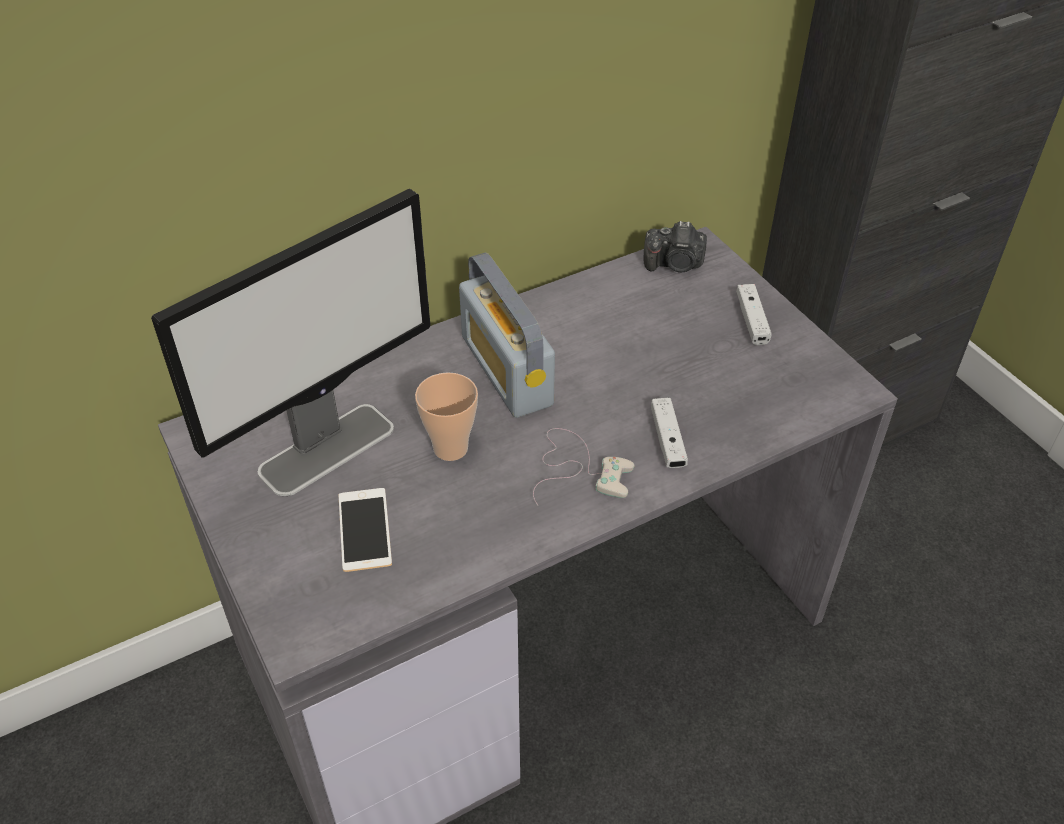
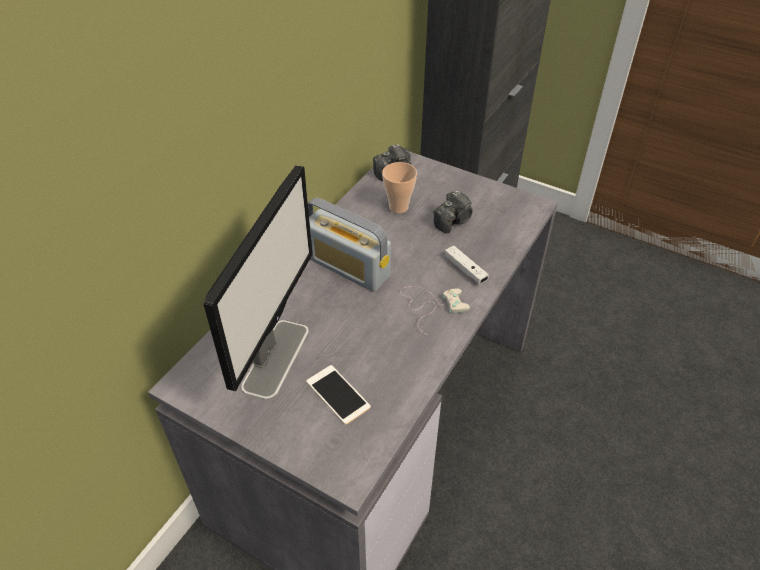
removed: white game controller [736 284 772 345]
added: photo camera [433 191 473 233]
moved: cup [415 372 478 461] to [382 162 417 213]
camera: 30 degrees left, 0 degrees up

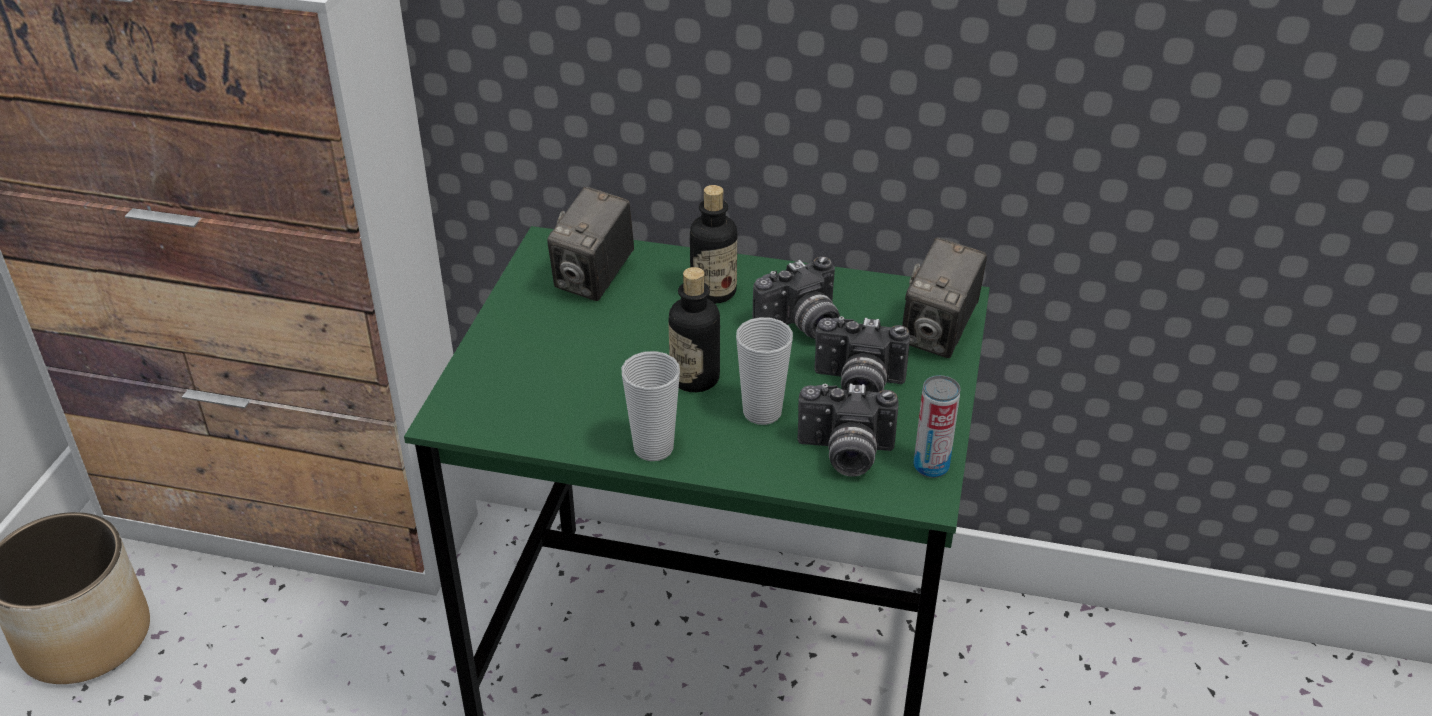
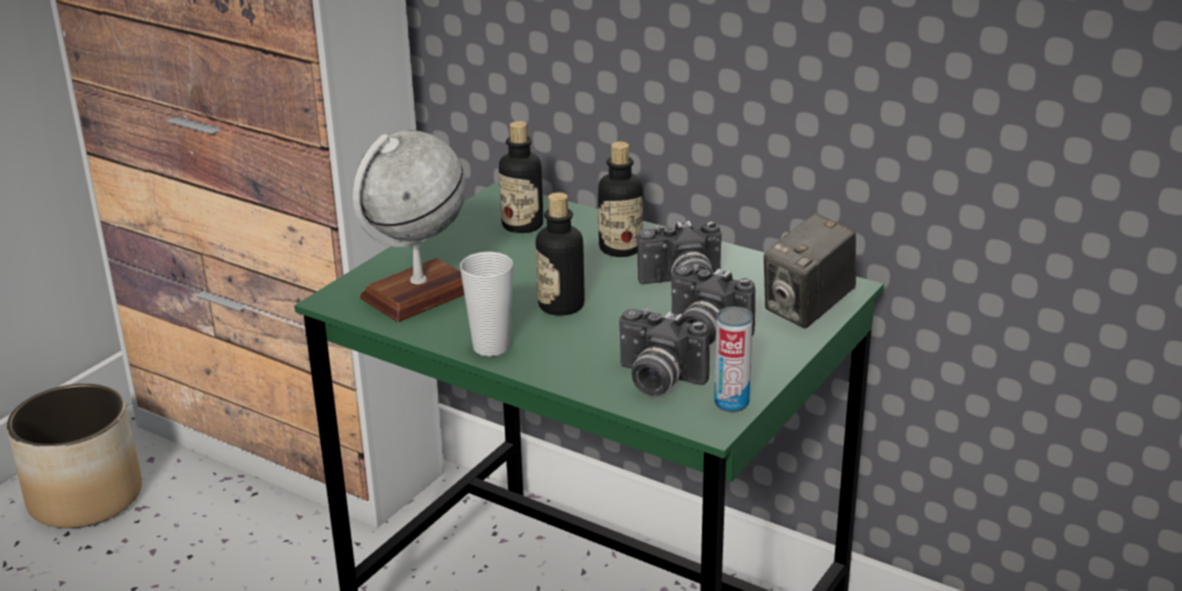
removed: cup [736 317 793 425]
added: globe [353 130 466 322]
replaced: photo camera [547 186 634 301] to bottle [499 121 543 233]
camera: 20 degrees right, 10 degrees down

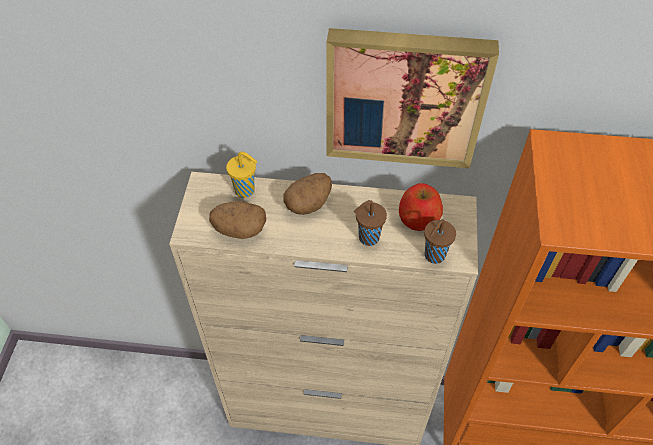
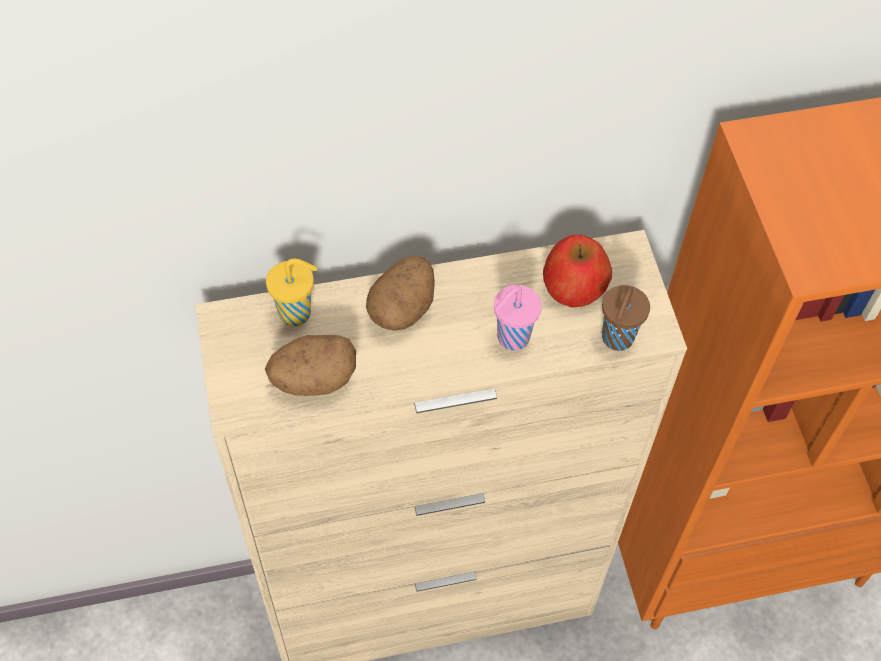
removed: picture [327 28 499 168]
recoloured: brown cup [354 200 387 246] to pink cup [494 285 542 351]
camera: 20 degrees left, 5 degrees up

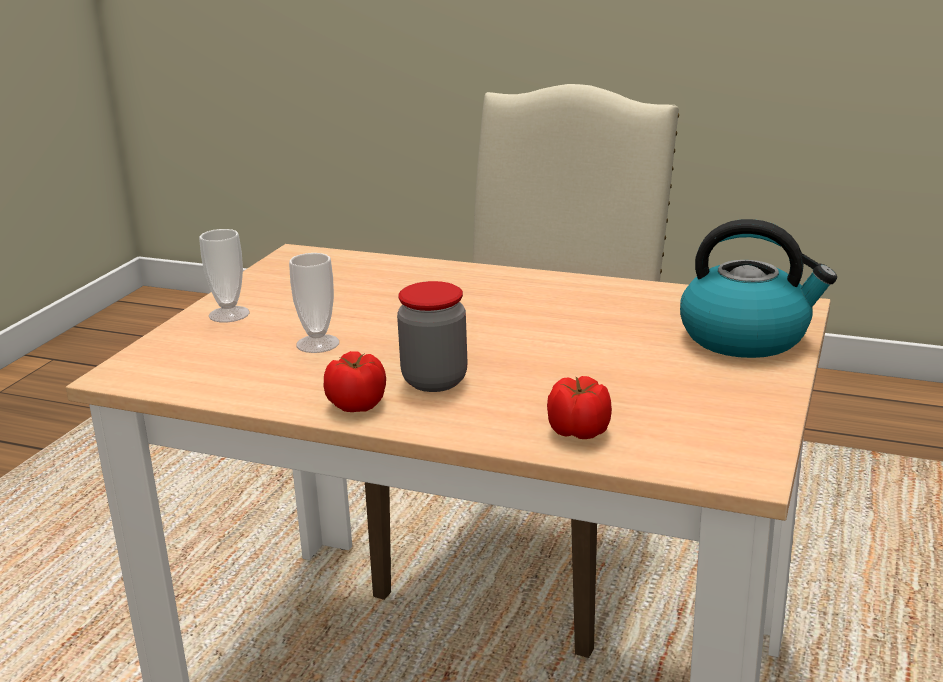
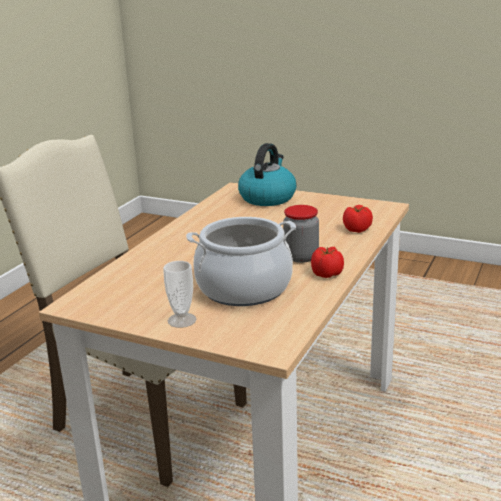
replaced: cup [289 253 339 353] to cooking pot [186 217 296 306]
camera: 85 degrees left, 0 degrees up

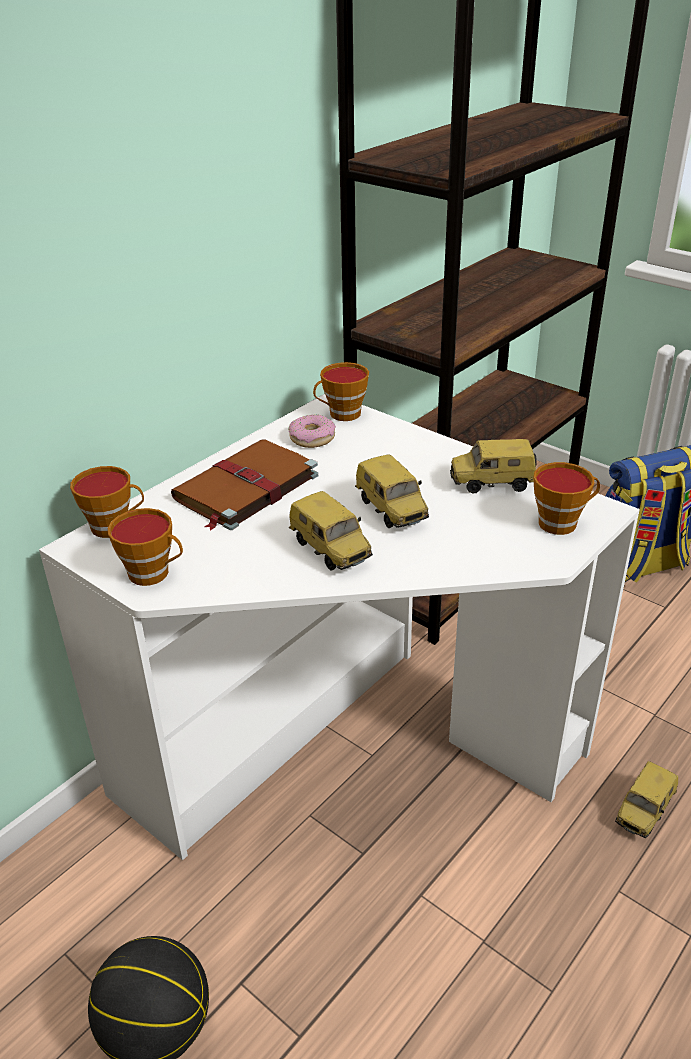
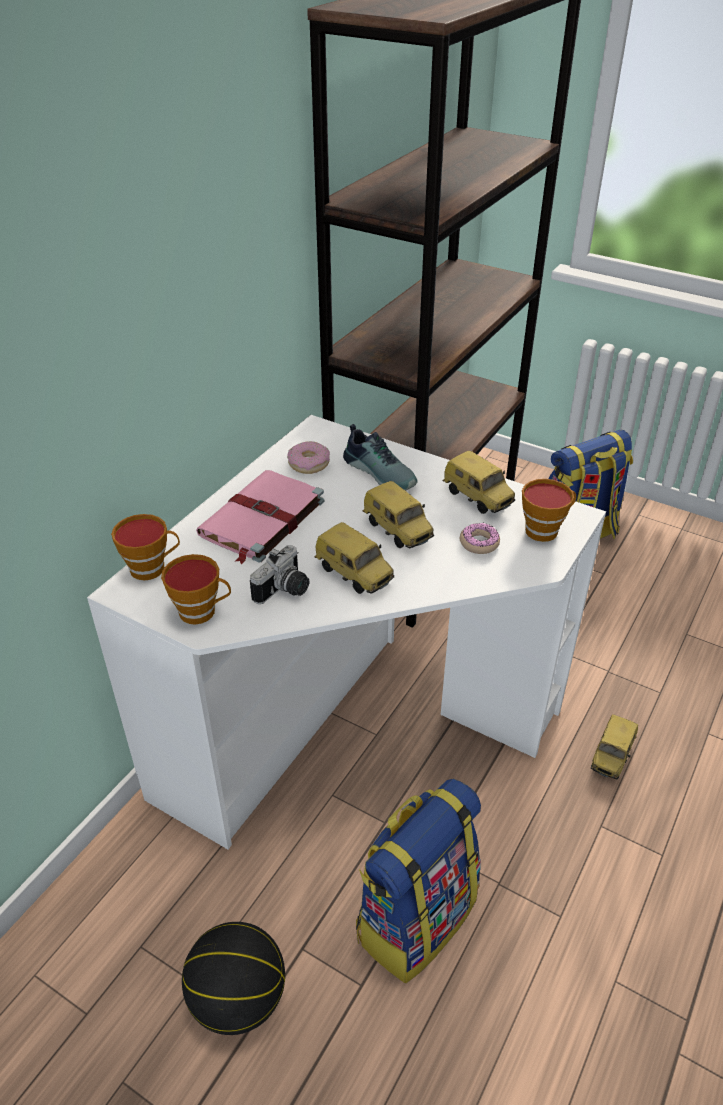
removed: cup [313 362 369 421]
added: photo camera [250 545 309 604]; shoe [343 424 418 491]; backpack [356 779 481 983]; donut [460 523 500 554]
recoloured: brown book [171 440 318 530] to pink book [196 470 324 564]
turned: toy car [450 439 537 493] = [443 451 515 514] 120 degrees counterclockwise
camera: 10 degrees left, 5 degrees up

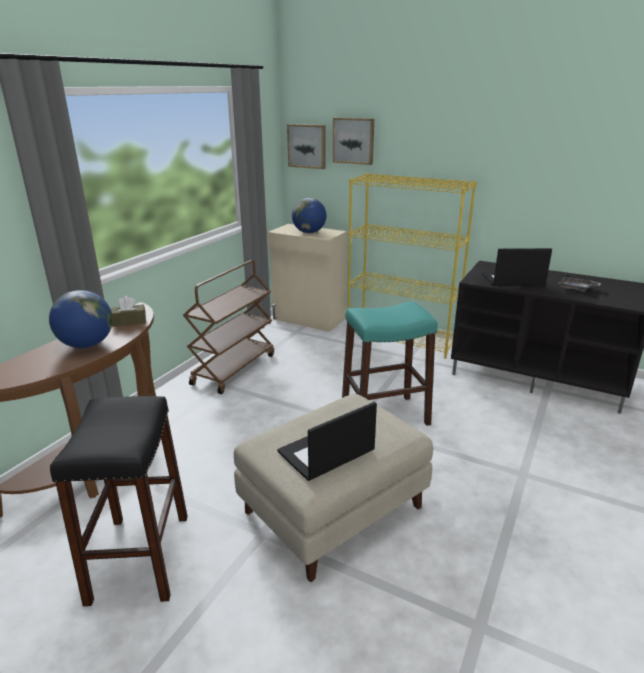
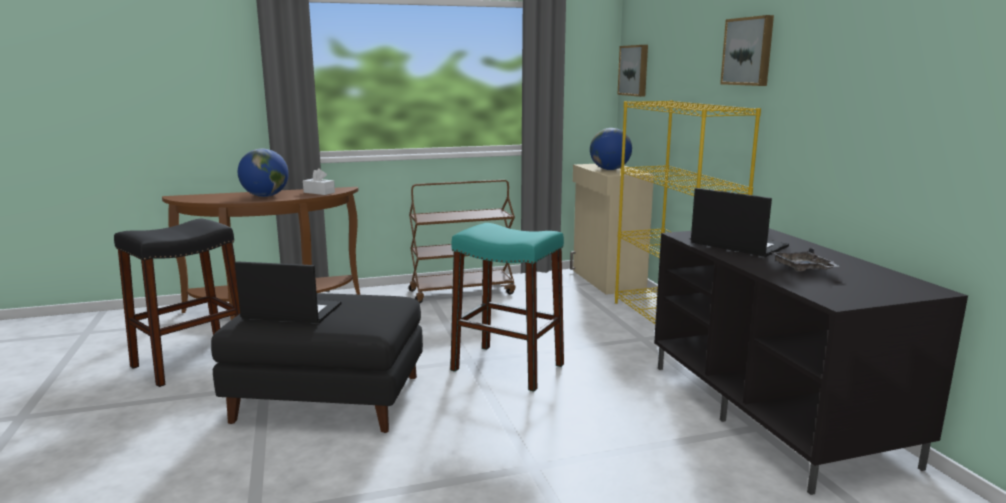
moved: picture [333 118 374 165] to [720 15 774 86]
recoloured: beige ottoman [234 394 433 582] to black ottoman [211 293 423 433]; brown tissue box [111 296 146 327] to white tissue box [303 168 335 195]
camera: 45 degrees right, 10 degrees down

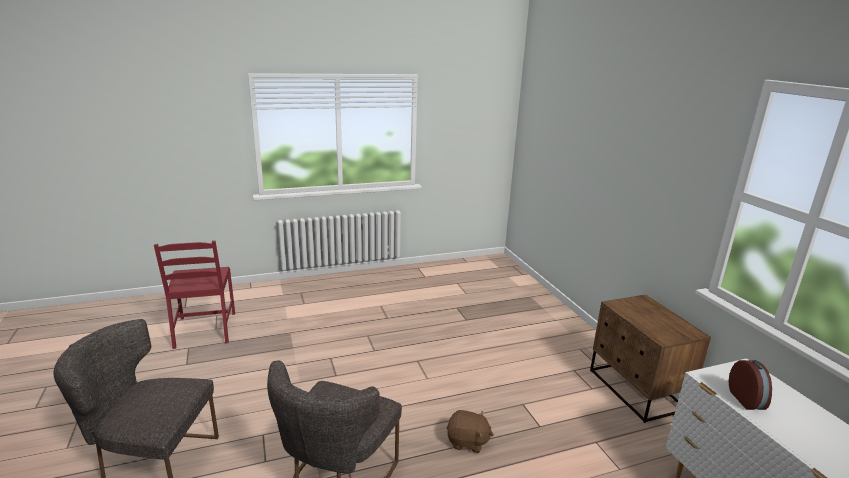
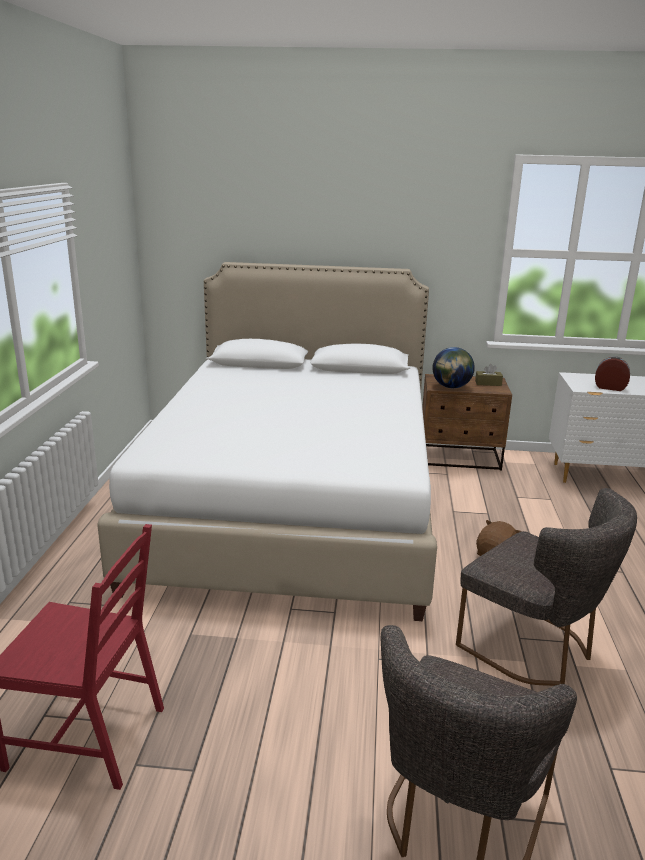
added: white bed [98 262 437 621]; globe [433 347 475 388]; brown tissue box [475 364 503 386]
camera: 65 degrees left, 0 degrees up

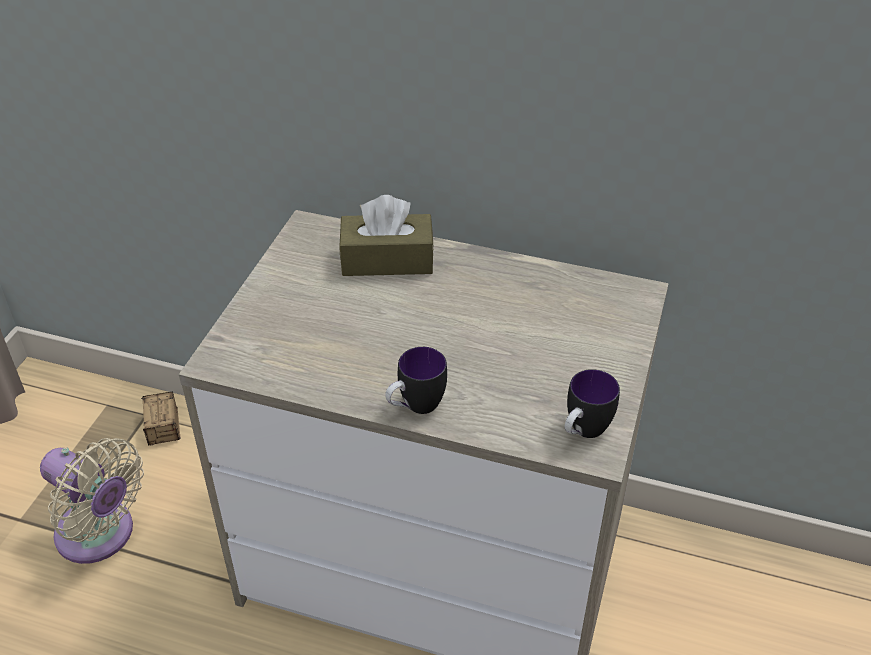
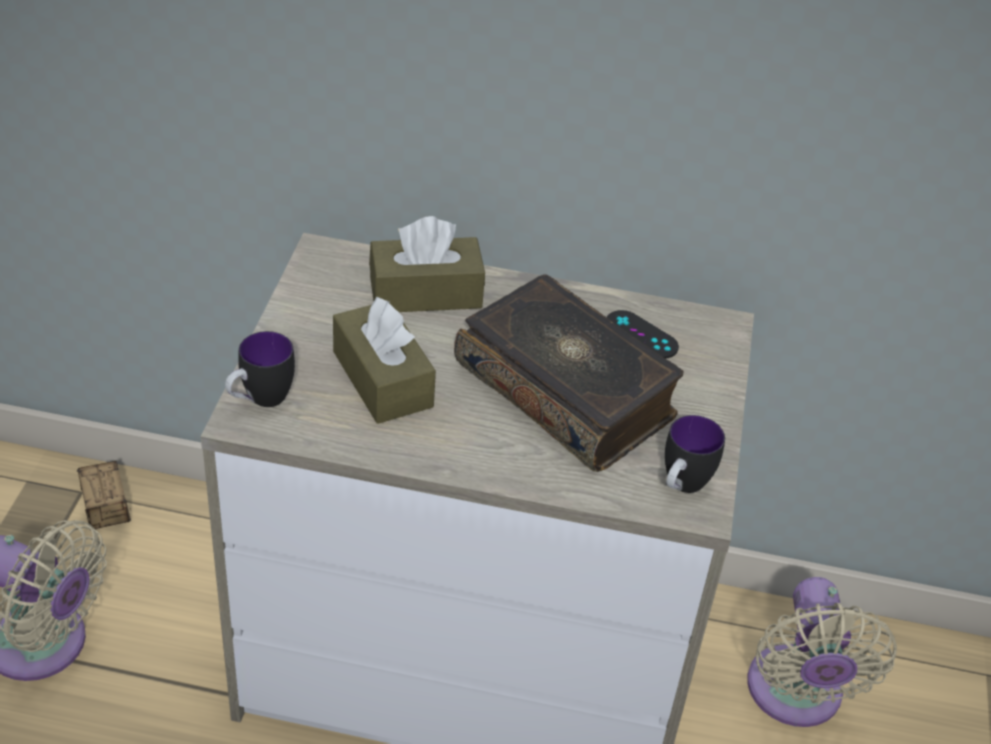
added: brown tissue box [333 297 436 424]; book [454 274 683 472]; black game controller [607 310 679 359]; beige fan [747 577 897 727]
moved: mug [385 347 447 414] to [225 331 295 407]
camera: 10 degrees left, 0 degrees up

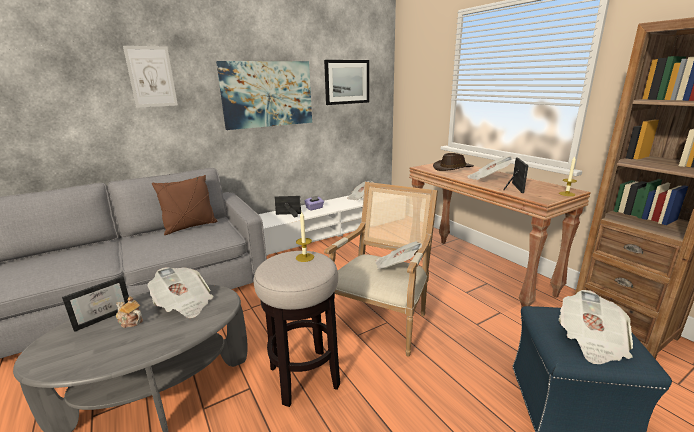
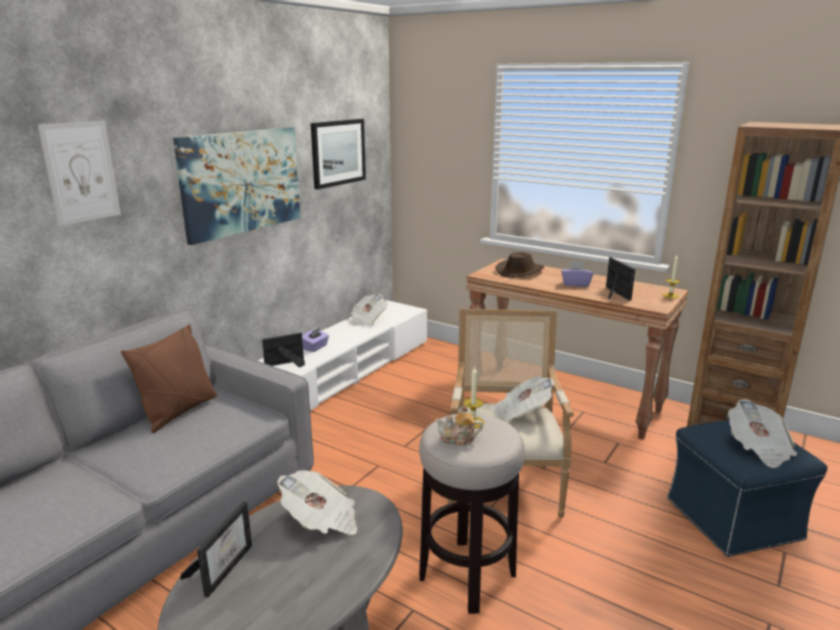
moved: teapot [116 296 143 328] to [436 405 483 446]
replaced: newspaper [467 156 514 180] to purple tissue box [561 261 593 287]
camera: 25 degrees left, 0 degrees up

